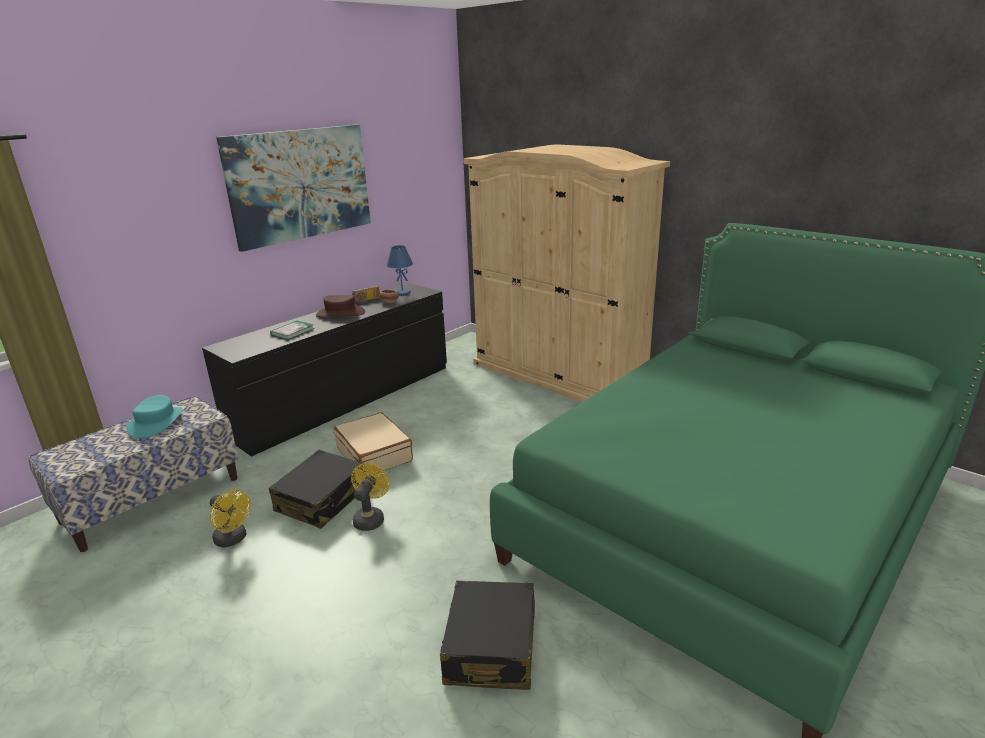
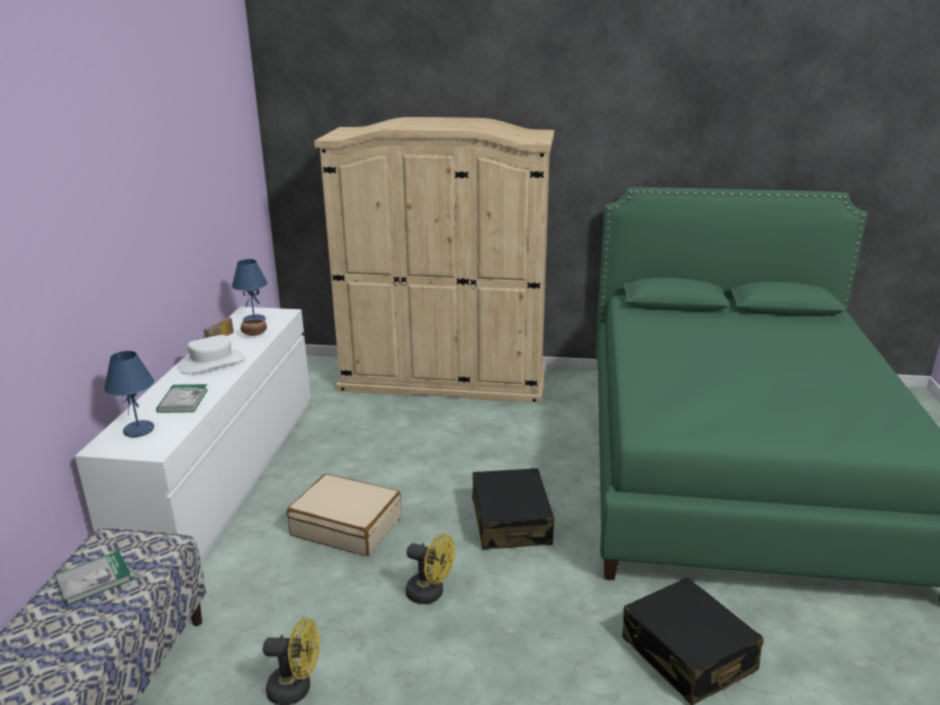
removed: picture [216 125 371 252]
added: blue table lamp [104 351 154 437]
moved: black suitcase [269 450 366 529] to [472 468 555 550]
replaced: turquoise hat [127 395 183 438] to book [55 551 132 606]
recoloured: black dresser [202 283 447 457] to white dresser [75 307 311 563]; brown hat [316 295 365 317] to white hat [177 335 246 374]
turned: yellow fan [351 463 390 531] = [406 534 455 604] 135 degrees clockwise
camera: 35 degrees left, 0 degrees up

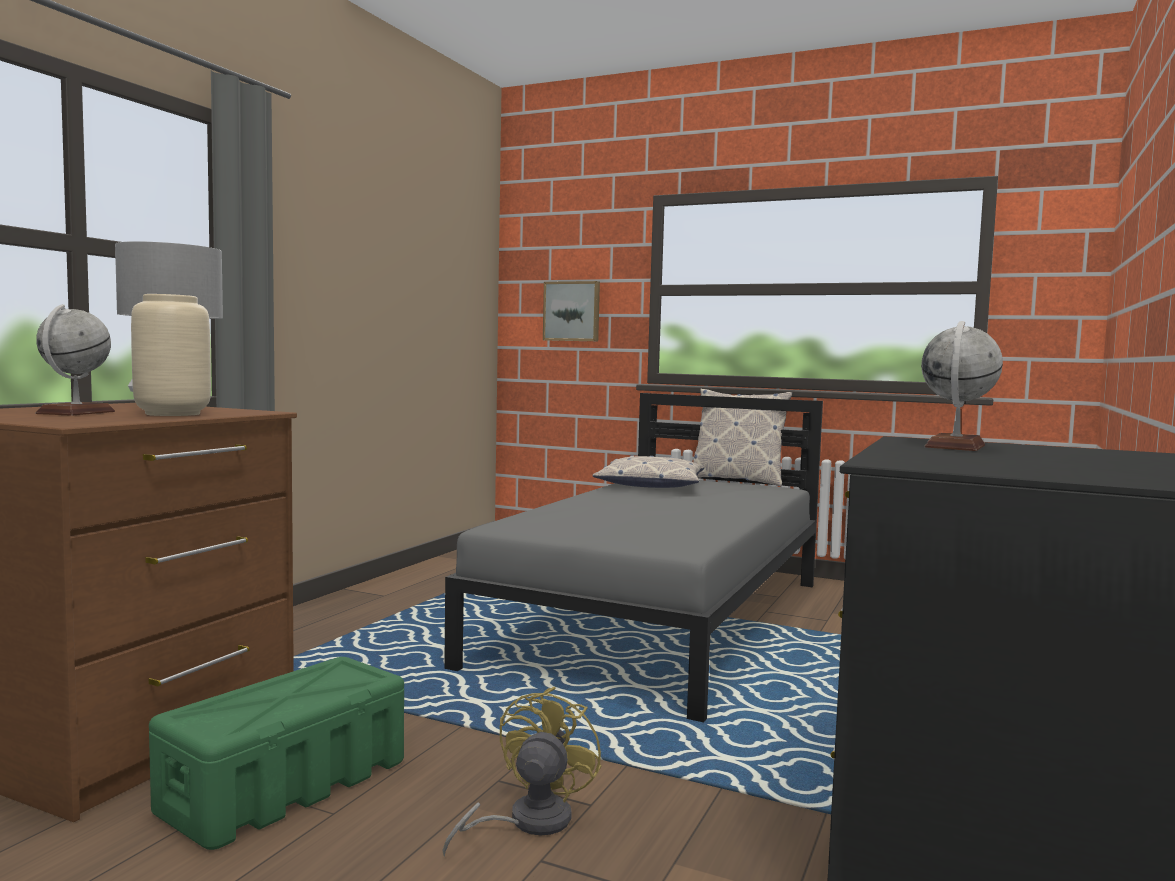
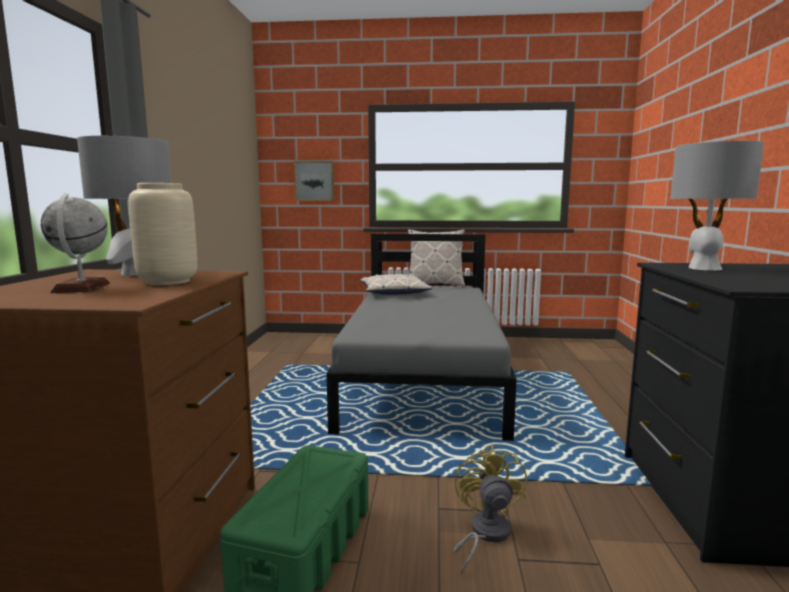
replaced: globe [921 321 1003 451] to grey table lamp [670 141 764 270]
camera: 20 degrees left, 5 degrees up

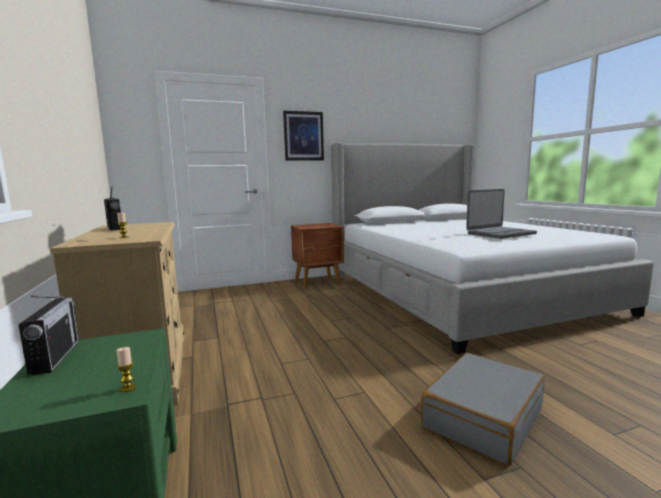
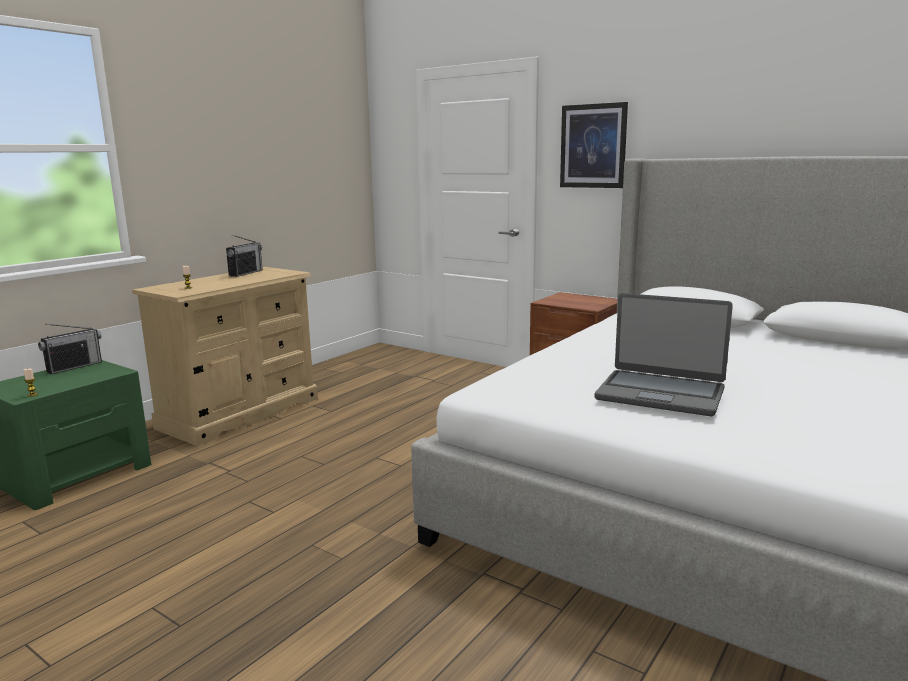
removed: grey suitcase [421 353 545 466]
camera: 55 degrees right, 5 degrees up

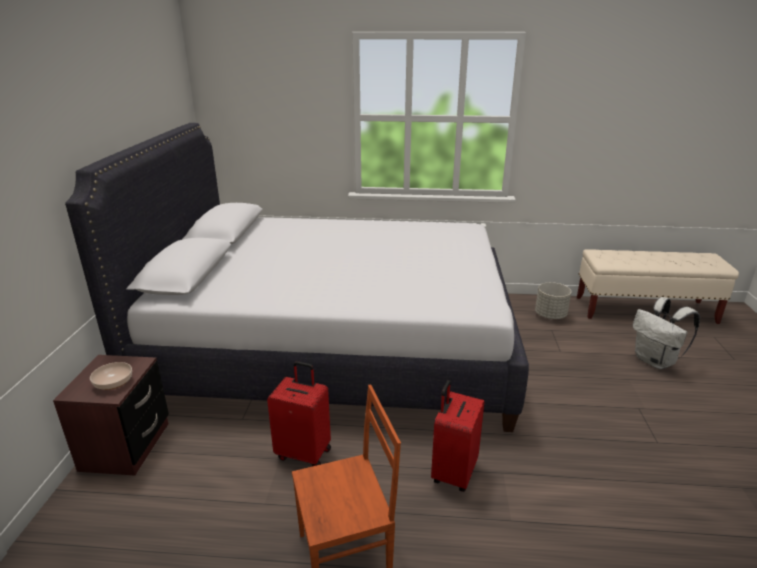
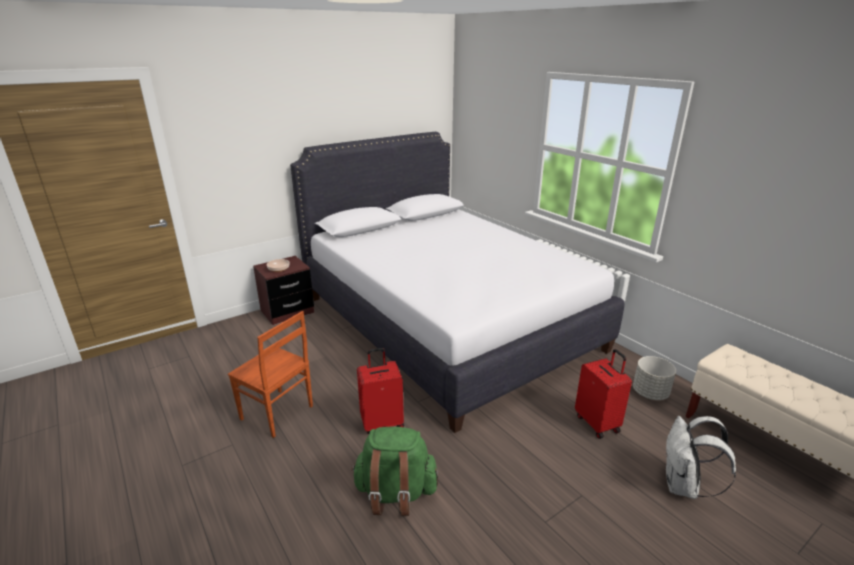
added: green backpack [351 427 438 516]
moved: red suitcase [267 361 331 467] to [575 349 632 439]
camera: 50 degrees right, 0 degrees up

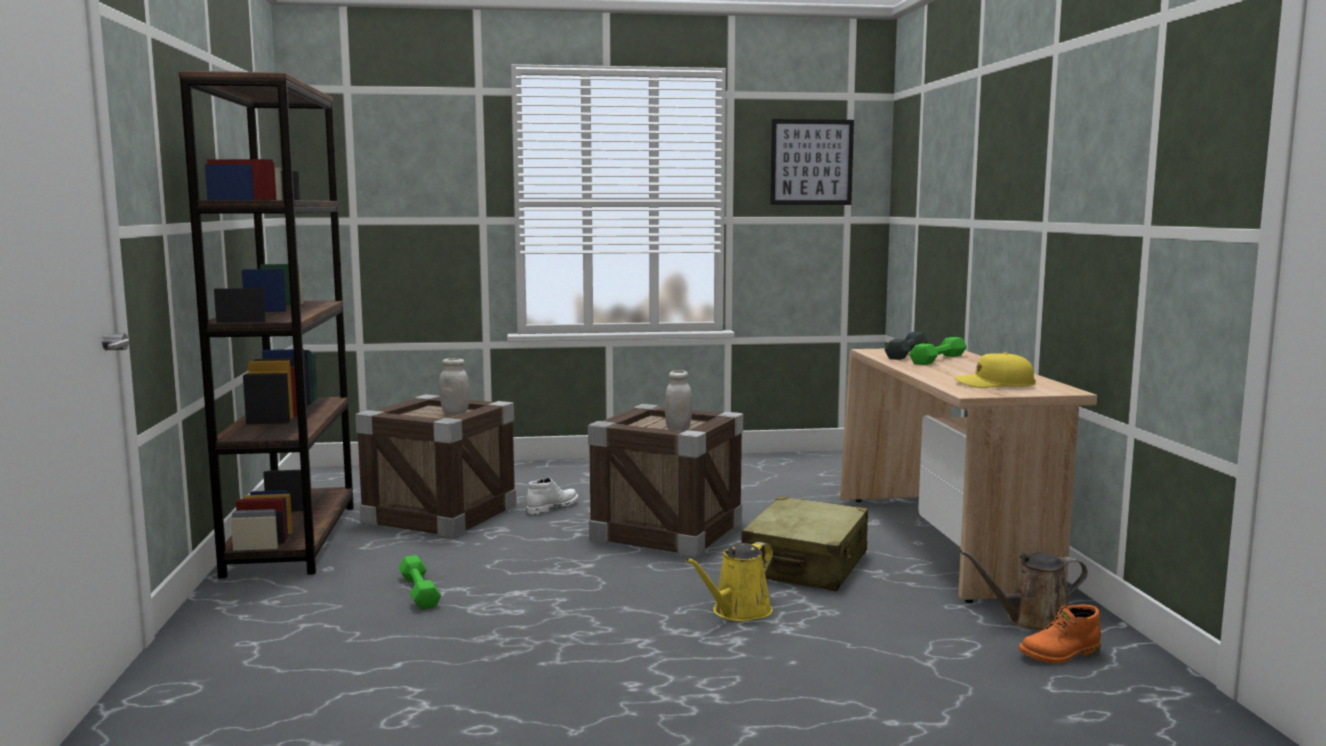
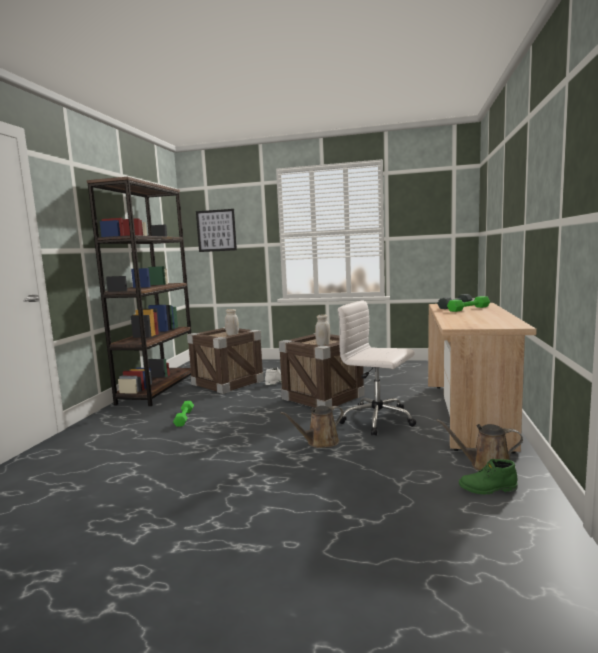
removed: yellow cap [955 352 1036 388]
moved: picture [770 119 854 205] to [196 209 237 252]
replaced: beige suitcase [741 496 868 591] to white office chair [338 300 416 436]
recoloured: yellow watering can [686 542 773 621] to brown watering can [280 406 344 448]; orange boot [1019 605 1101 663] to green boot [459 459 518 495]
camera: 20 degrees right, 0 degrees up

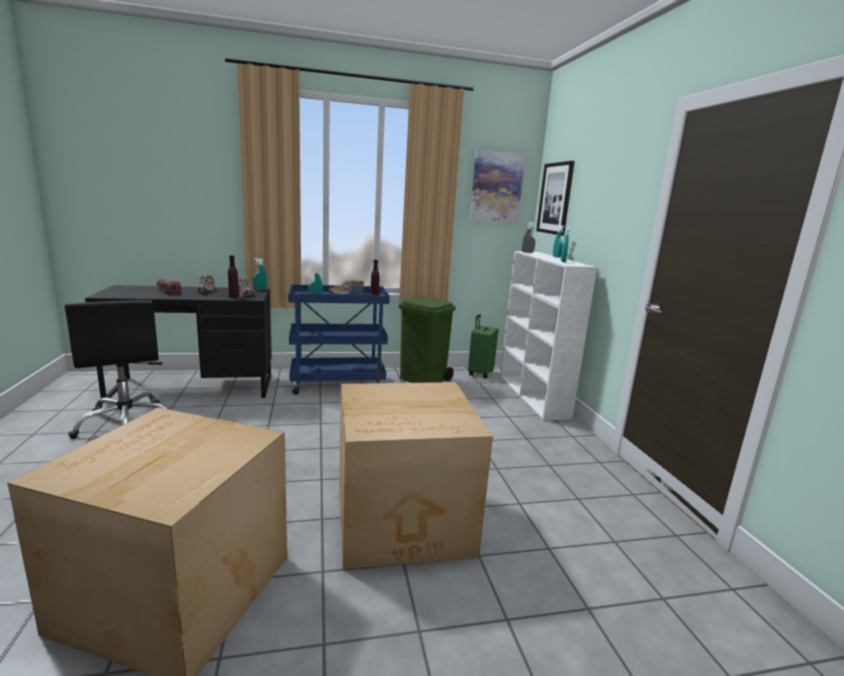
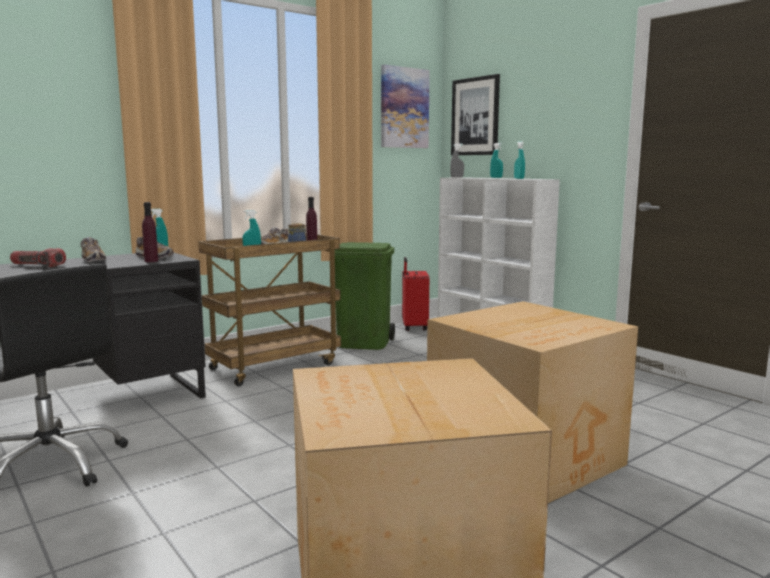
recoloured: blue cart [288 284 390 395] to brown cart [199 233 341 386]; green suitcase [468 314 498 378] to red suitcase [402 257 429 331]
camera: 25 degrees left, 5 degrees down

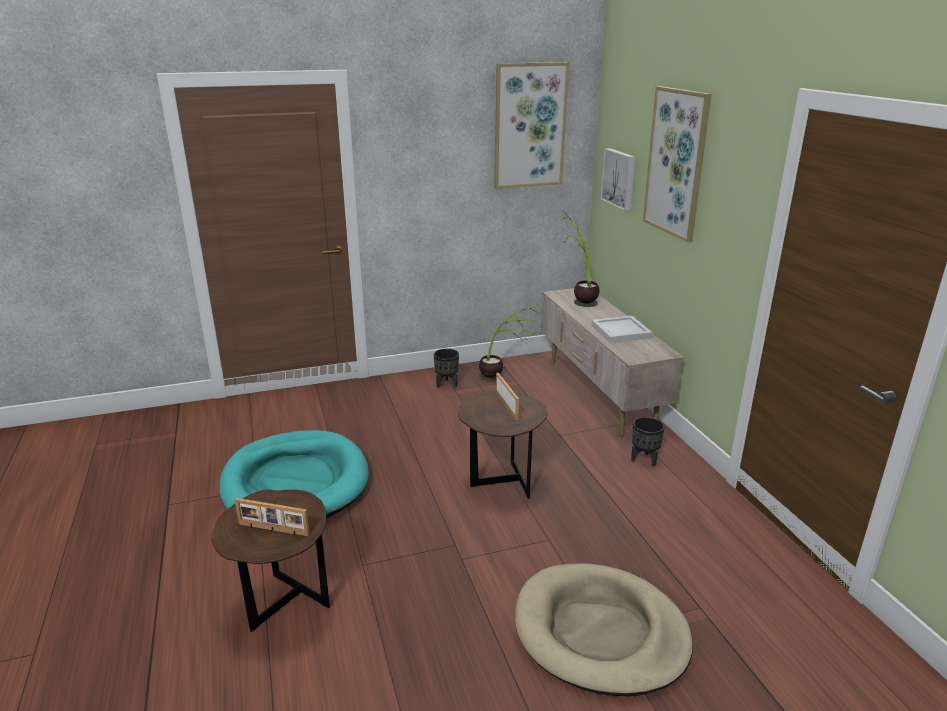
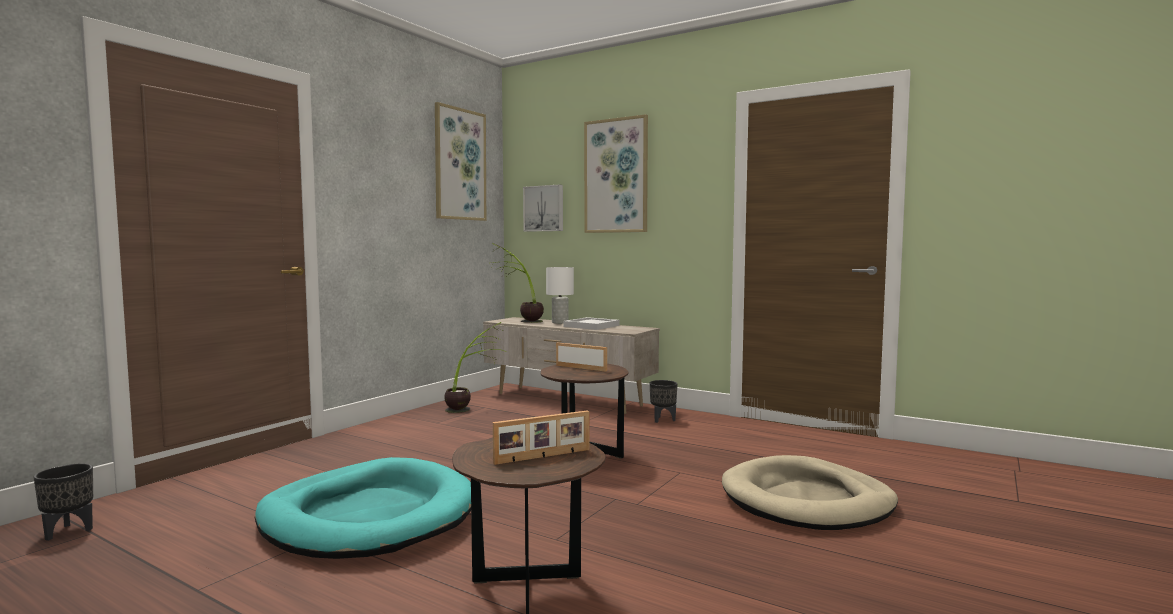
added: white table lamp [546 267 574 324]
moved: black planter [434 349 459 388] to [34 464 93 541]
camera: 40 degrees left, 20 degrees down

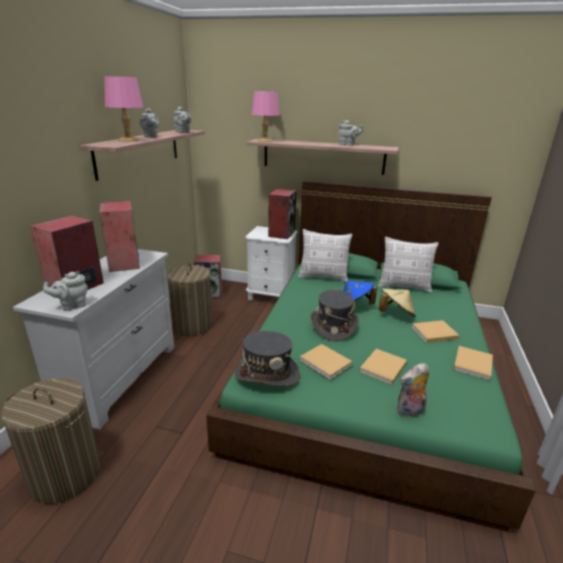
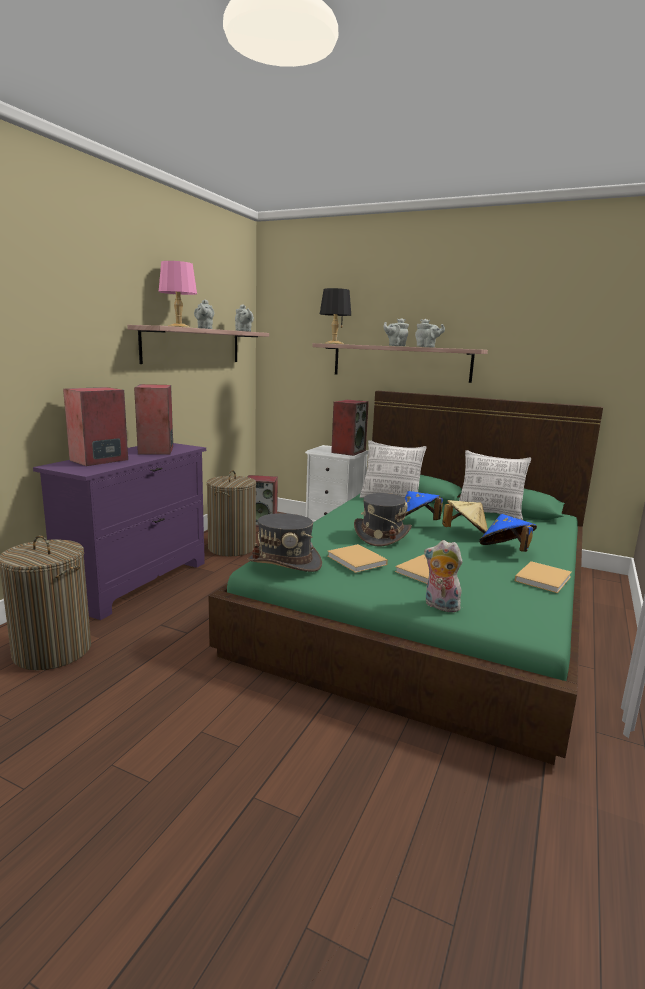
moved: grey teapot [43 271 88 311] to [383 318 409 346]
replaced: beige book [412 320 460 343] to blue hat [479 514 537 552]
recoloured: white dresser [13 249 174 429] to purple dresser [33 443 206 620]; pink table lamp [251 91 280 142] to black table lamp [320 288 351 344]
turned: plush toy [397 363 429 418] = [424 540 463 612] 45 degrees clockwise
camera: 10 degrees right, 10 degrees down

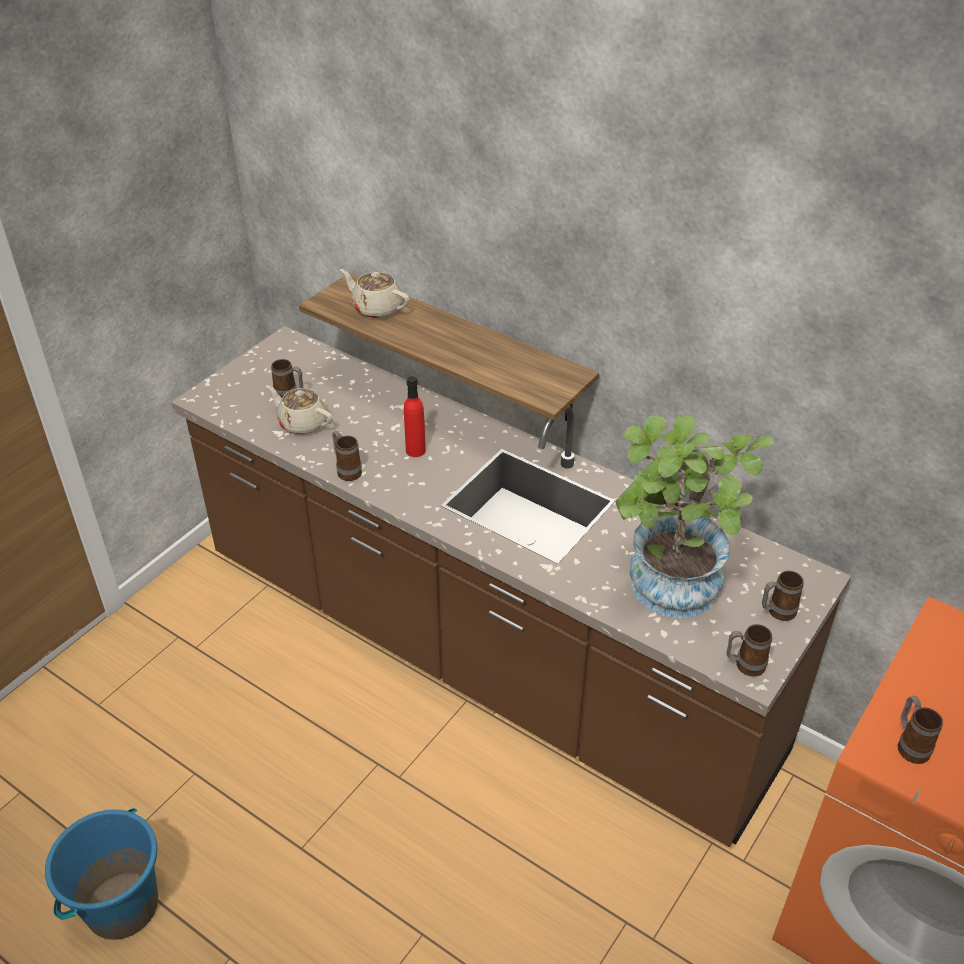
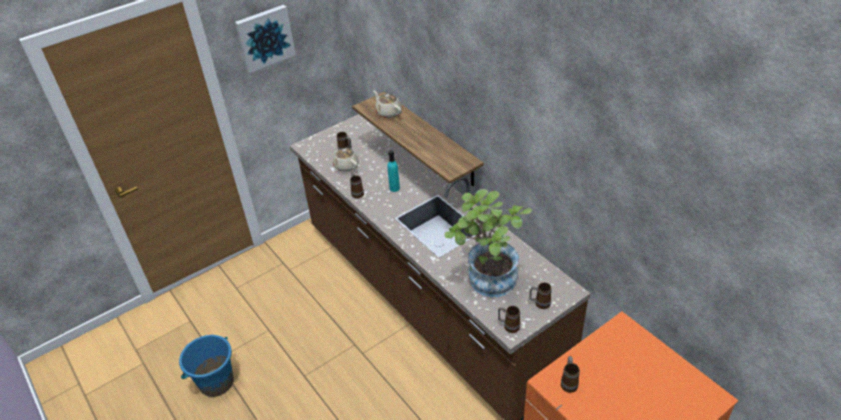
added: picture [235 5 296 73]
recoloured: red bottle [404 376 426 457] to turquoise bottle [387 150 400 192]
camera: 20 degrees right, 0 degrees up

